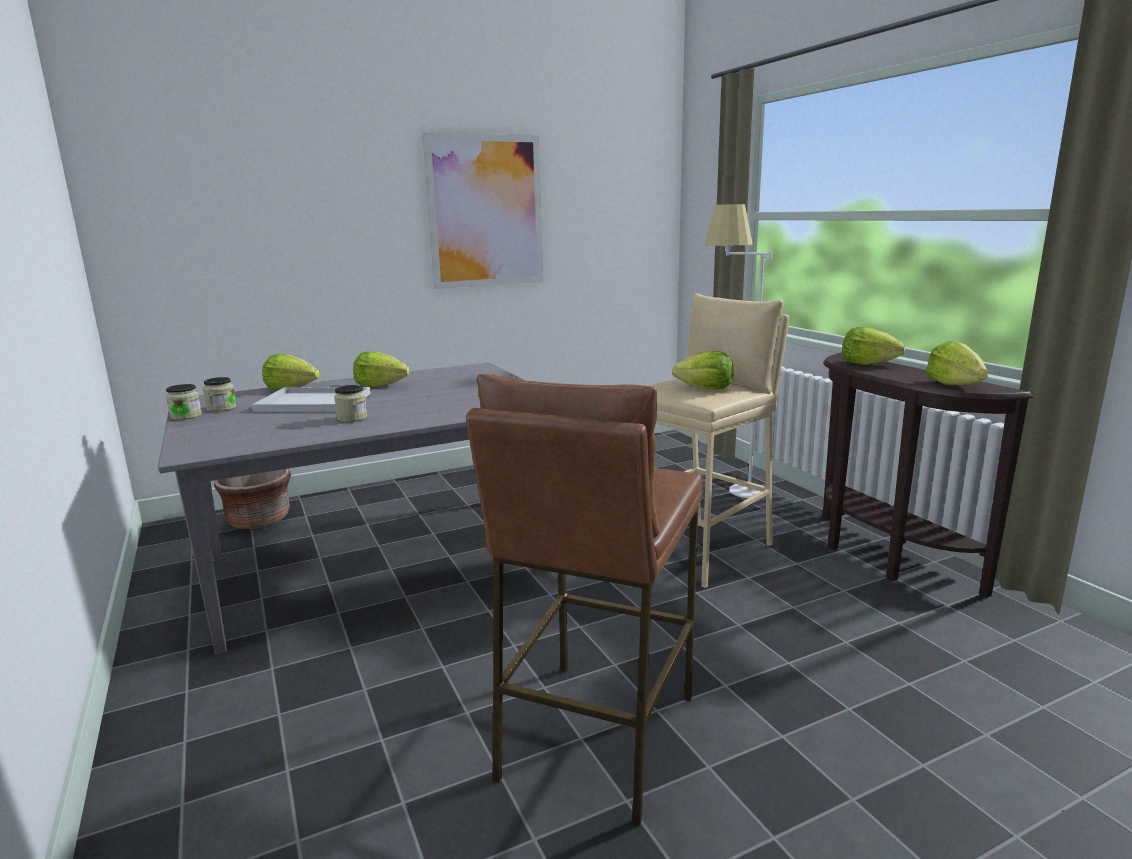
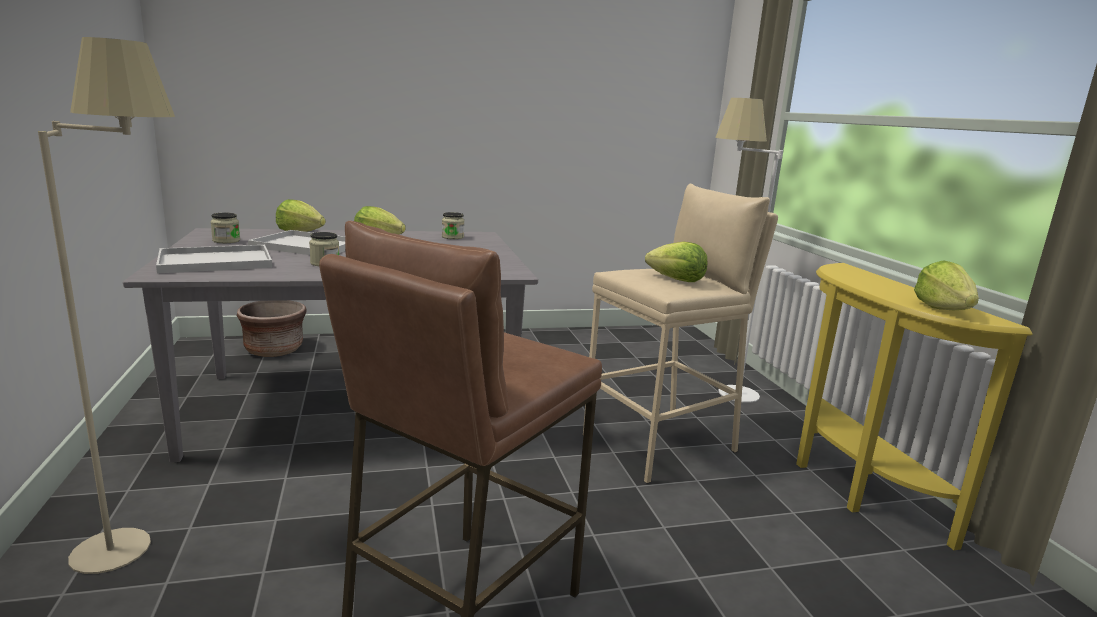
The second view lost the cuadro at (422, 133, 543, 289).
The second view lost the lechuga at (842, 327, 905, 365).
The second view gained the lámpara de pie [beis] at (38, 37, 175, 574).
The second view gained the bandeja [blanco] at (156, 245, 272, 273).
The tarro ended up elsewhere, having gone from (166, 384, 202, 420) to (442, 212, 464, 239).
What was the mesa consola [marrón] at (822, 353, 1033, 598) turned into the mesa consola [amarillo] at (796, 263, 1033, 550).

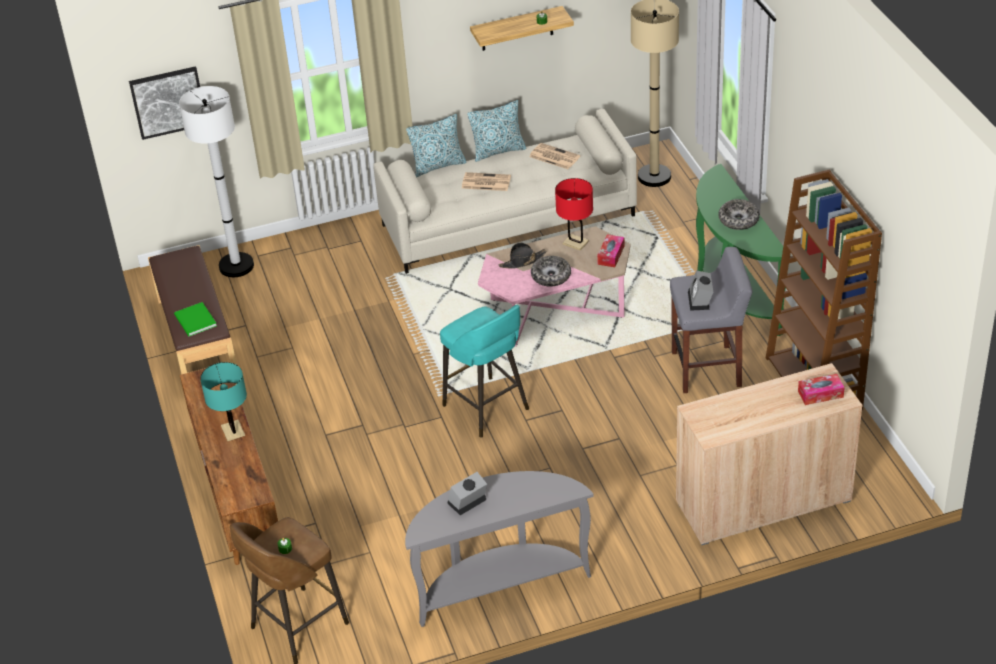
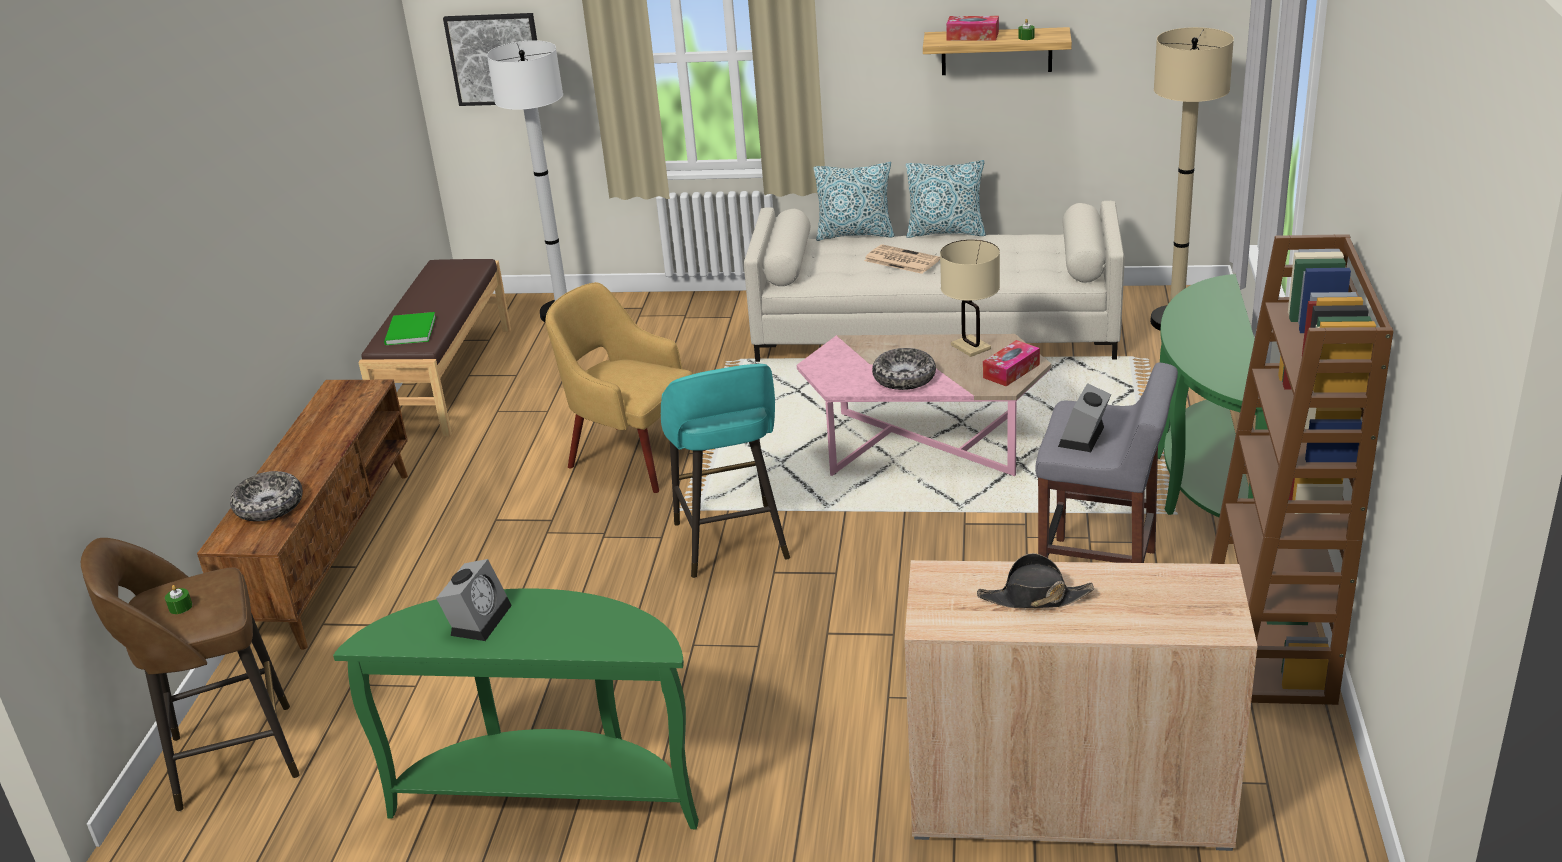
The second view lost the lámpara de mesa [turquesa] at (200, 362, 247, 441).
The second view lost the periódico at (529, 143, 580, 169).
The second view gained the sillón [amarillo] at (545, 282, 705, 493).
The sombrero [negro] ended up elsewhere, having gone from (499, 243, 546, 268) to (977, 553, 1094, 608).
The cuenco ended up elsewhere, having gone from (718, 199, 760, 230) to (230, 471, 303, 521).
The caja de pañuelos ended up elsewhere, having gone from (798, 374, 845, 405) to (946, 16, 999, 41).
What was the mesa consola [gris] at (405, 471, 593, 627) turned into the mesa consola [verde] at (333, 588, 699, 829).
What was the lámpara de mesa [rojo] at (555, 178, 593, 251) turned into the lámpara de mesa [beis] at (940, 240, 1000, 357).
The despertador at (448, 472, 487, 515) ended up facing another way, 120 degrees clockwise from before.

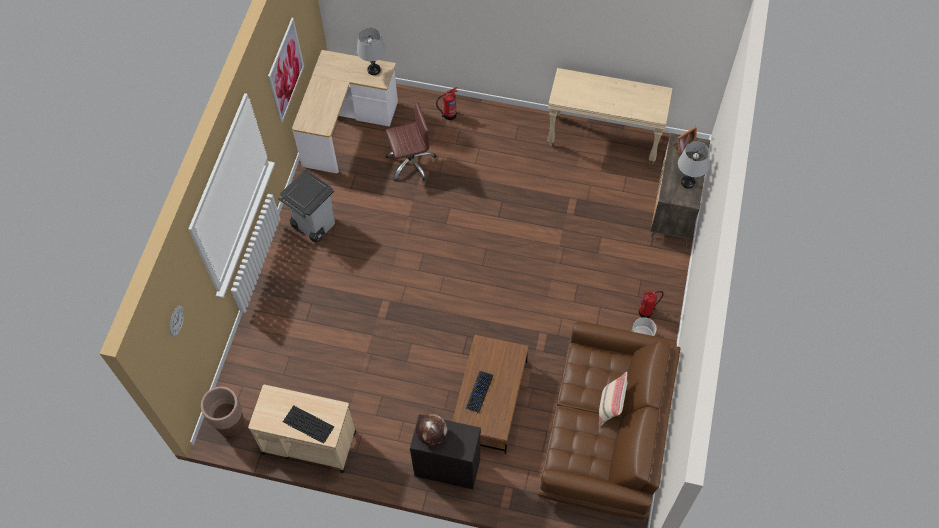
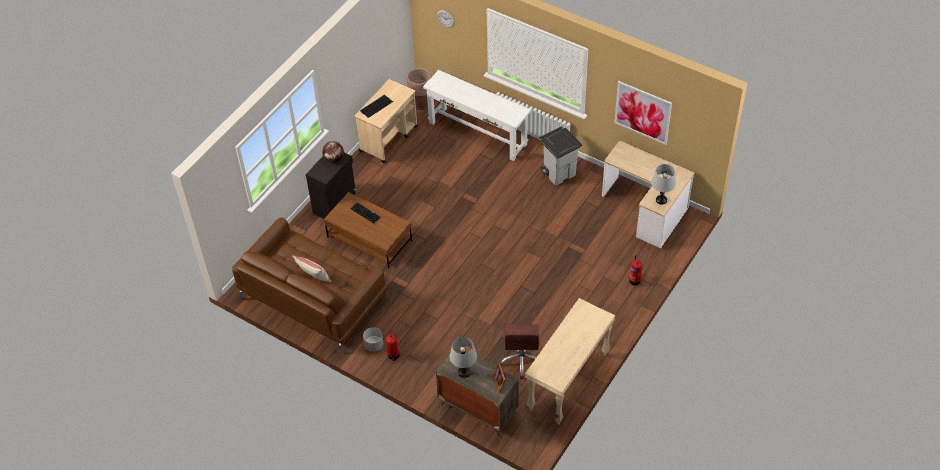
The second view gained the mesa consola [blanco] at (423, 70, 531, 161).
The silla de oficina [marrón] ended up elsewhere, having gone from (385, 102, 436, 181) to (500, 324, 540, 379).

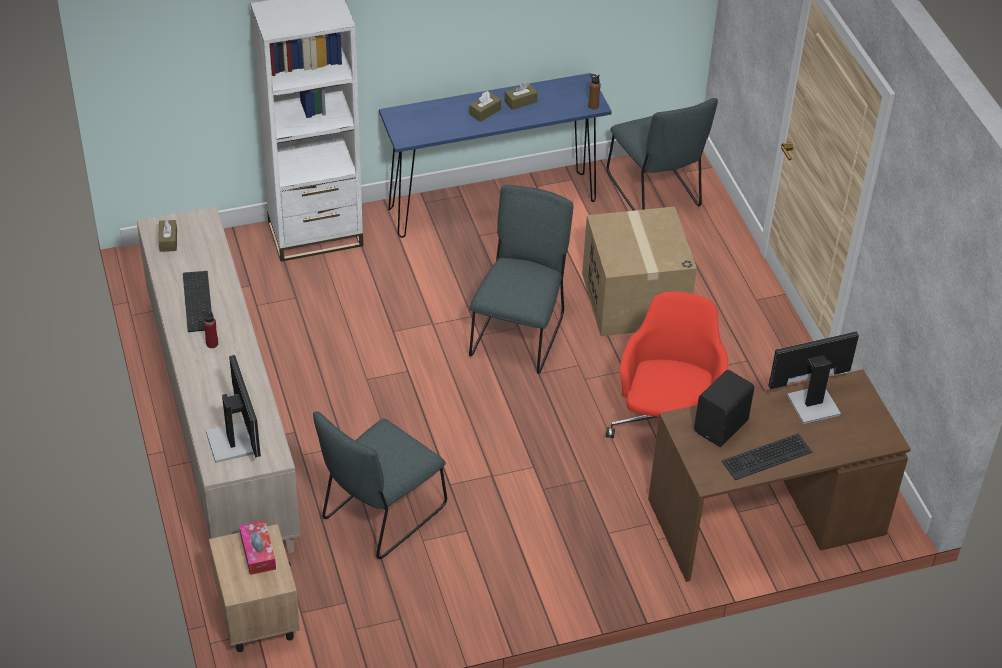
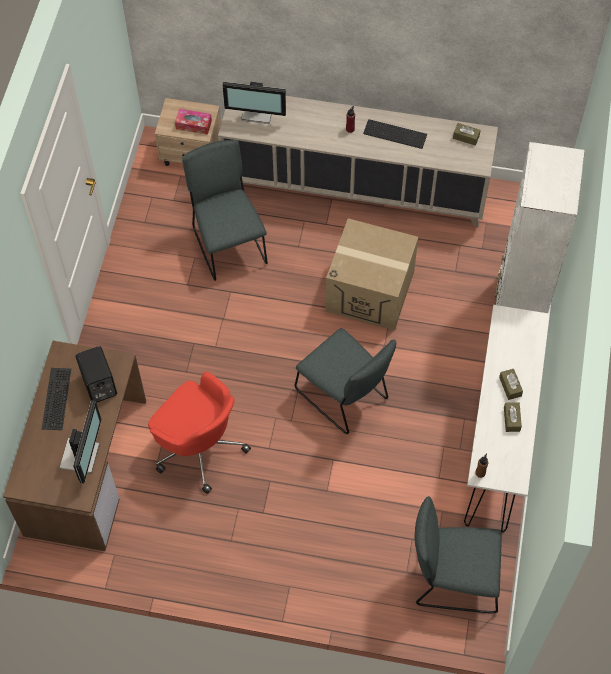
The caja de cartón ended up elsewhere, having gone from (582, 207, 697, 336) to (326, 218, 418, 331).
What was the mesa consola [azul] at (379, 73, 612, 238) turned into the mesa consola [blanco] at (464, 305, 550, 532).

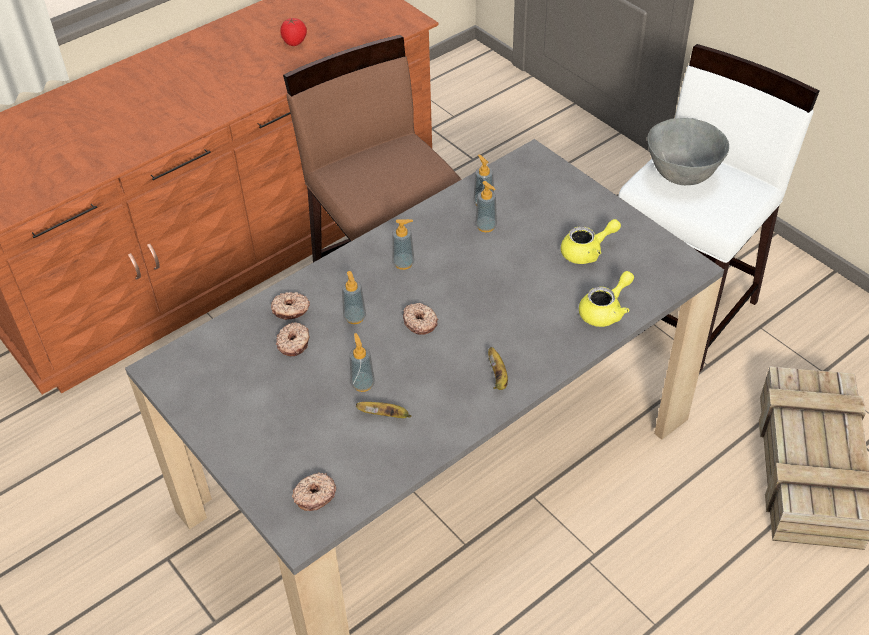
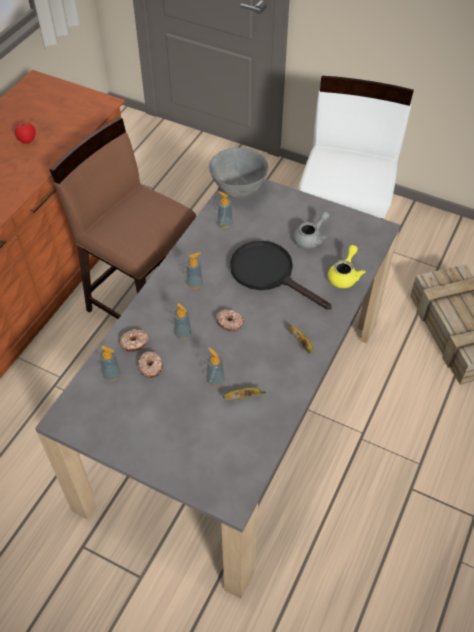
The second view lost the rosquilla at (292, 472, 336, 511).
The second view gained the sartén [negro] at (230, 241, 332, 310).
The dispensador de jabón ended up elsewhere, having gone from (475, 181, 497, 232) to (100, 346, 120, 381).
The cuenco [gris] ended up elsewhere, having gone from (647, 118, 729, 185) to (209, 147, 268, 198).
What was the tetera [amarillo] at (561, 219, 621, 264) turned into the tetera [gris] at (293, 211, 330, 249).

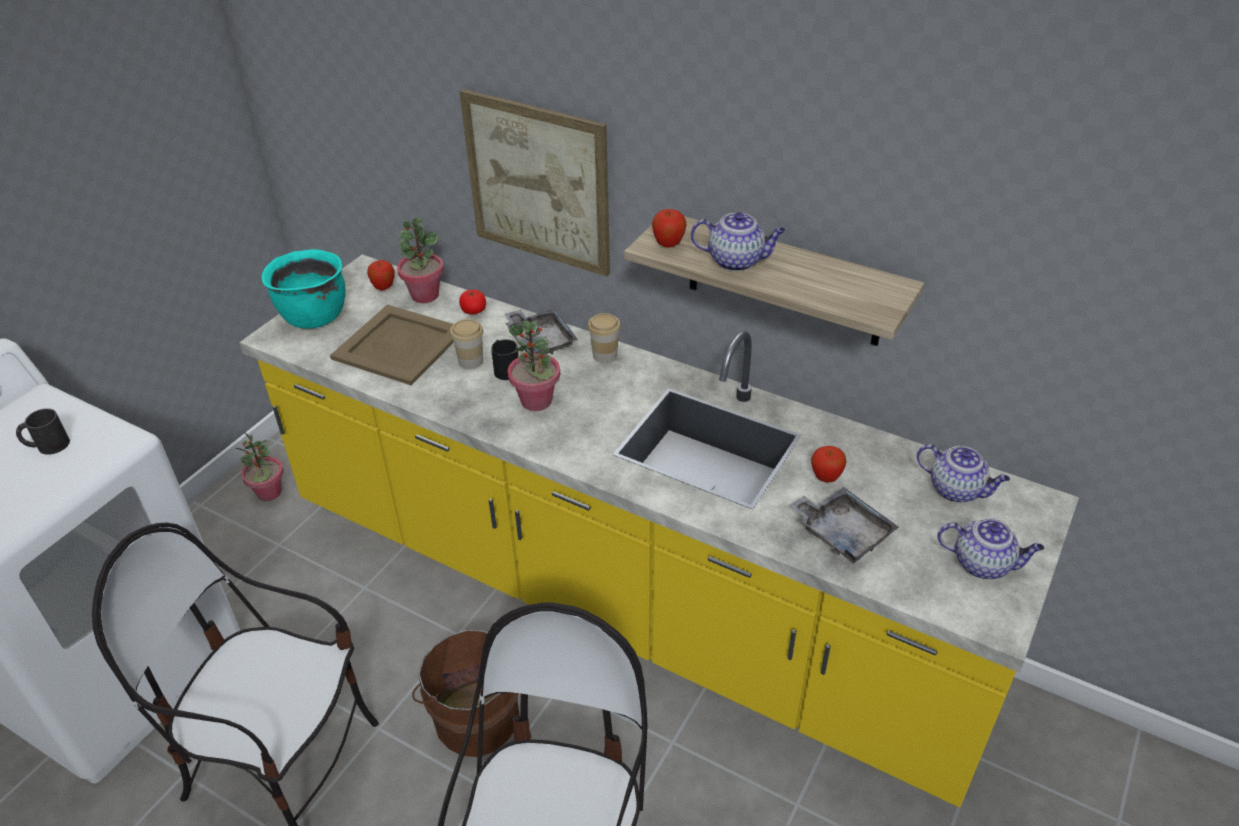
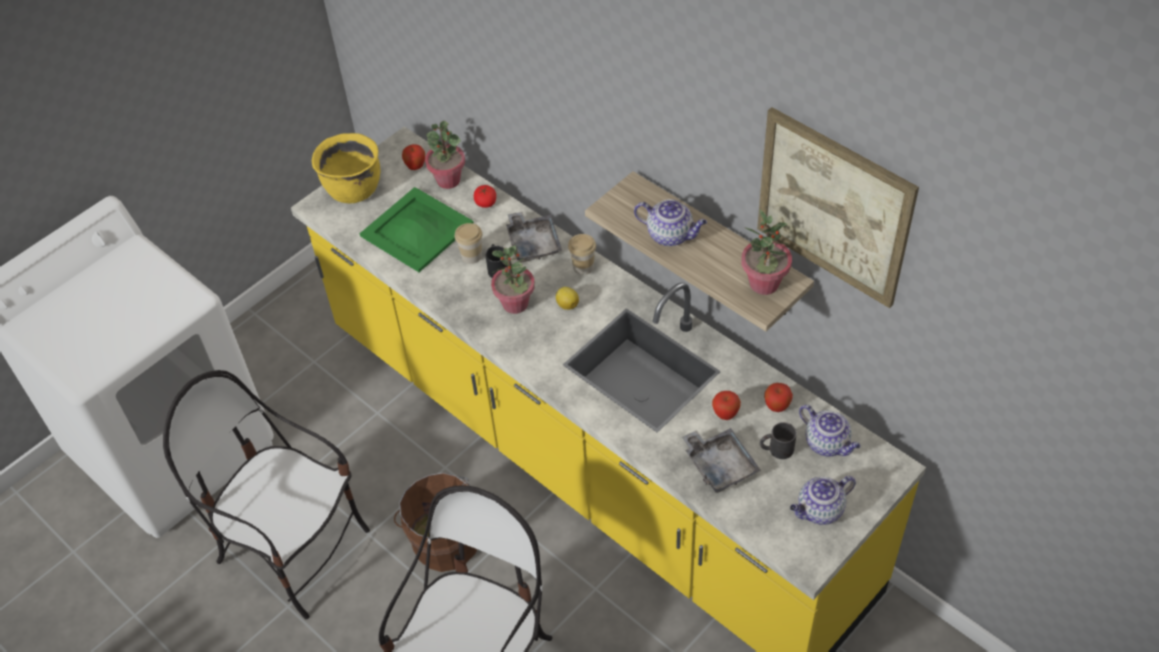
The second view gained the limón at (556, 287, 579, 310).
The taza grande [negro] ended up elsewhere, having gone from (16, 408, 70, 455) to (760, 422, 797, 459).
The planta en maceta ended up elsewhere, having gone from (236, 432, 284, 501) to (742, 210, 792, 295).
The cuadro ended up elsewhere, having gone from (460, 89, 610, 276) to (757, 107, 919, 308).
The manzana ended up elsewhere, having gone from (652, 209, 687, 248) to (764, 383, 793, 412).
What was the olla [turquesa] at (262, 249, 346, 329) turned into the olla [amarillo] at (312, 133, 380, 203).
What was the bandeja [beis] at (330, 304, 454, 385) turned into the bandeja [verde] at (360, 187, 474, 272).
The tetera at (937, 518, 1044, 579) ended up facing another way, 120 degrees clockwise from before.

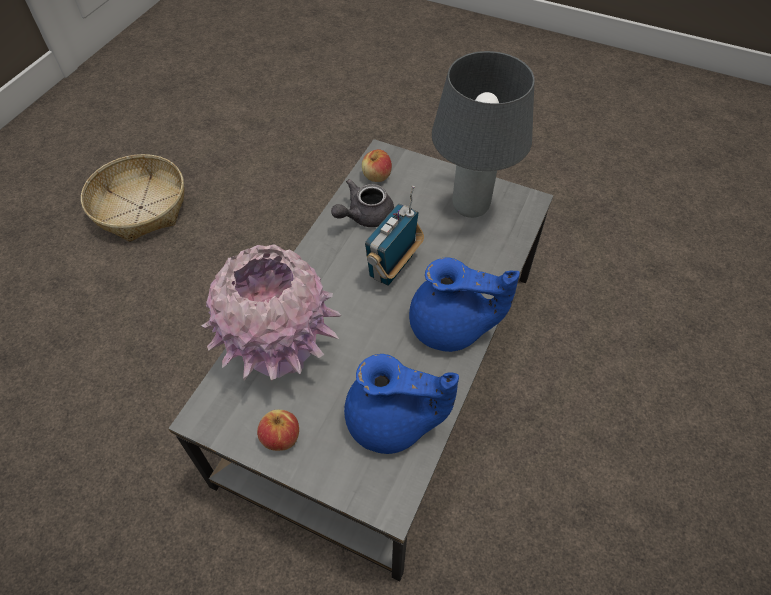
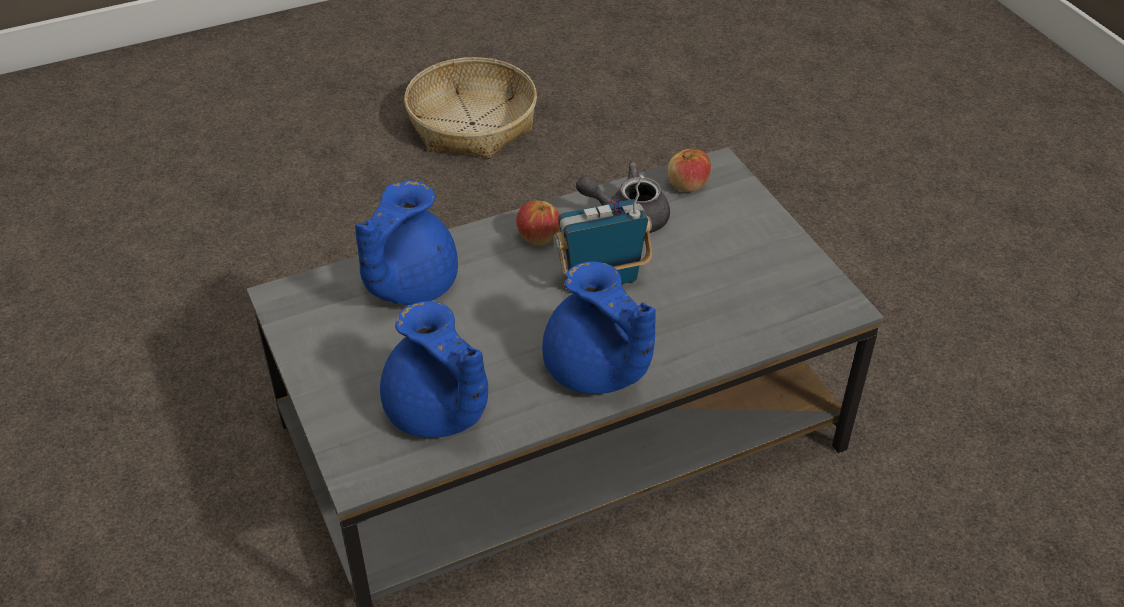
The second view lost the lámpara de mesa [gris] at (432, 51, 535, 218).
The manzana ended up elsewhere, having gone from (257, 410, 299, 451) to (516, 201, 560, 246).
Where the florero [rosa] stood at (202, 244, 341, 381), the tetera [azul] came to stand at (355, 180, 458, 305).

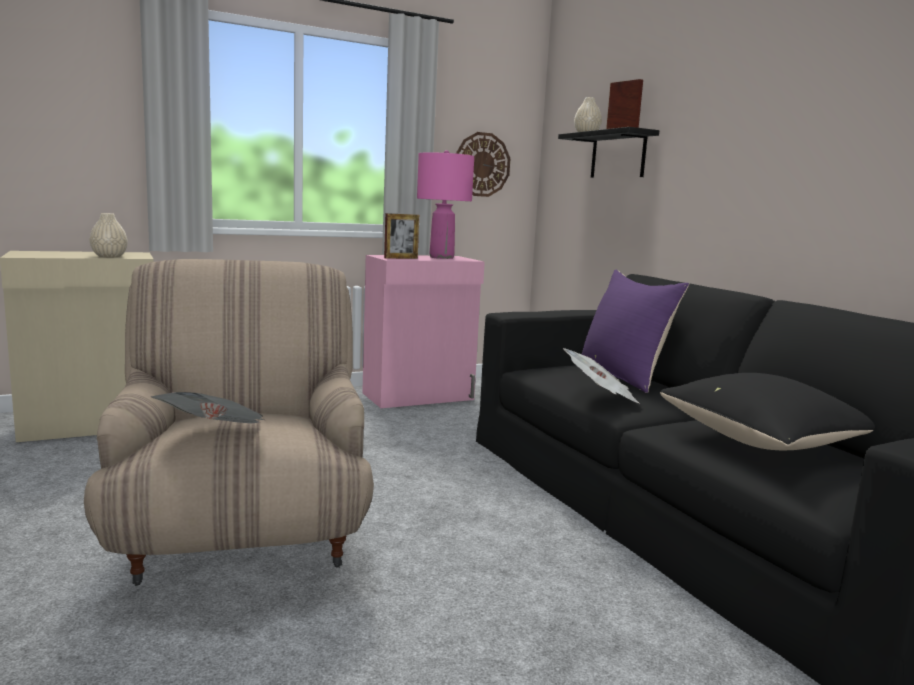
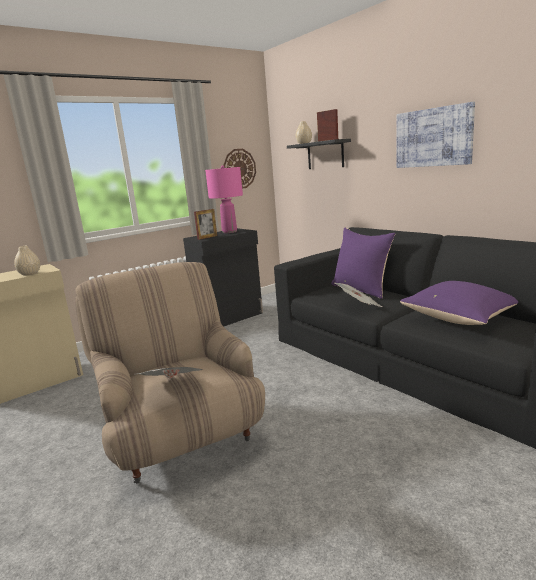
The second view gained the cuadro at (396, 102, 475, 168).
What was the armario [rosa] at (362, 255, 485, 408) turned into the armario [negro] at (183, 228, 263, 327).
What was the cojín [negro] at (660, 373, 875, 450) turned into the cojín [morado] at (400, 281, 518, 325).

